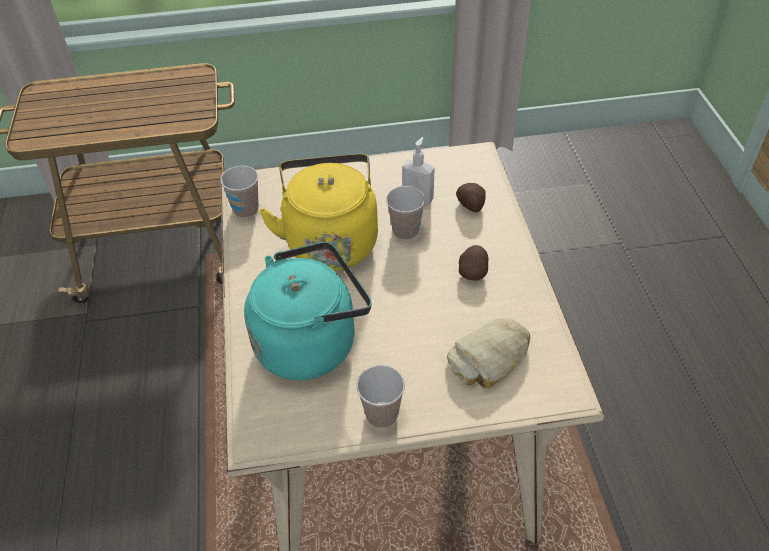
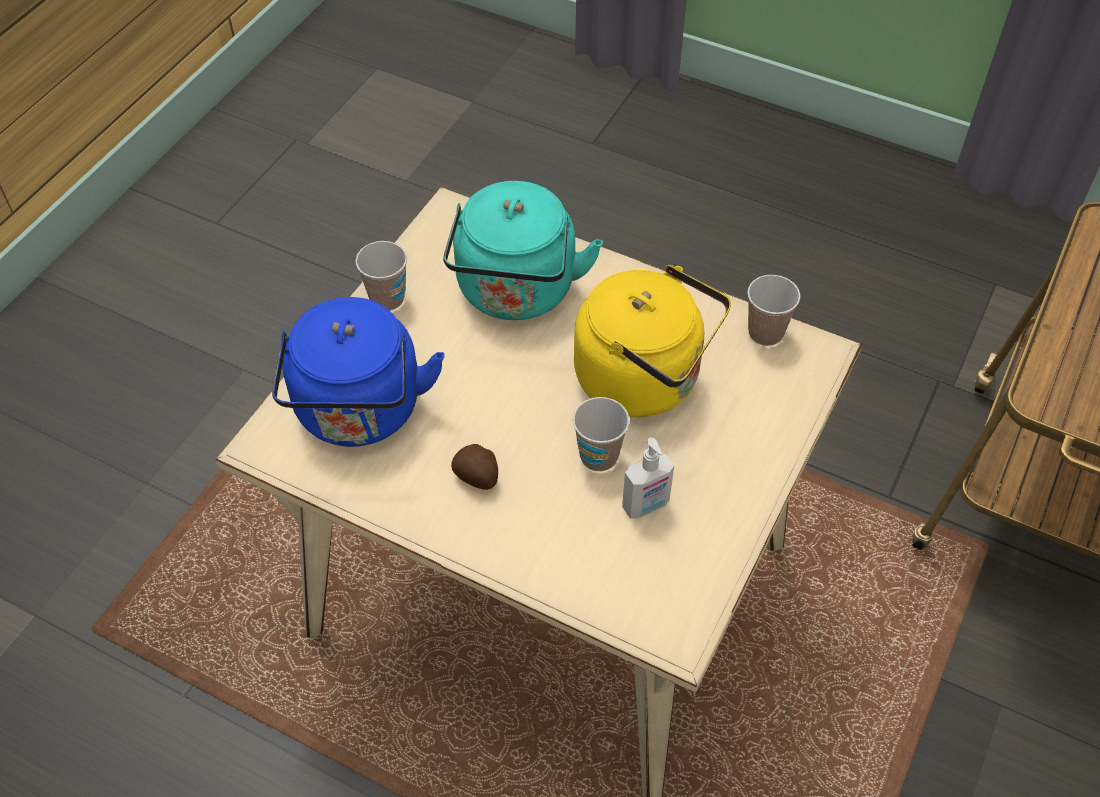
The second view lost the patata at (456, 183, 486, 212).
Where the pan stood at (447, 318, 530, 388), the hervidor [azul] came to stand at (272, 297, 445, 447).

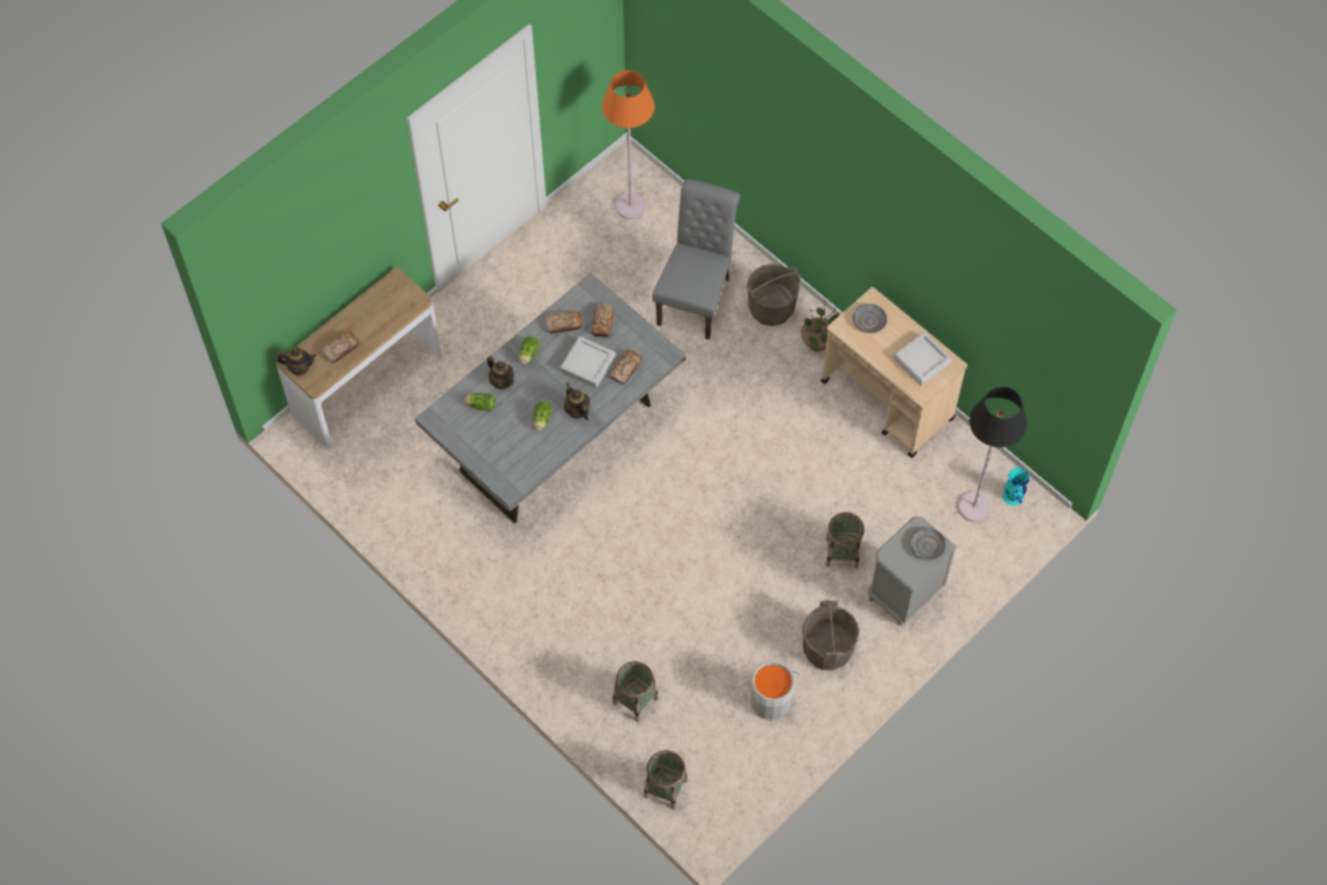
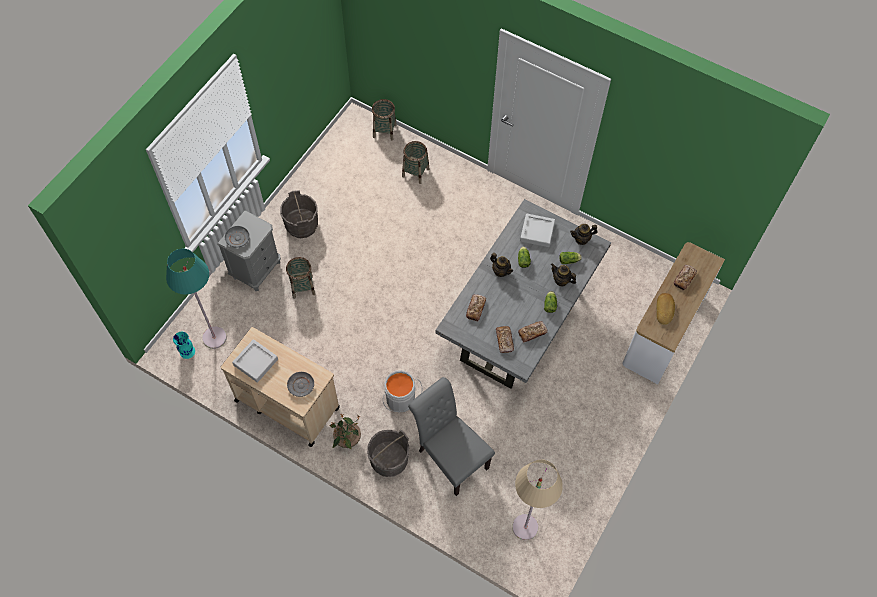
The second view gained the pan at (656, 293, 675, 325).
The tetera ended up elsewhere, having gone from (277, 347, 316, 375) to (570, 224, 598, 245).
The bandeja [gris] ended up elsewhere, having gone from (560, 336, 616, 388) to (520, 213, 555, 247).
The cubo [gris] ended up elsewhere, having gone from (741, 661, 800, 720) to (383, 370, 422, 412).
What was the lámpara de pie [naranja] at (602, 70, 655, 219) turned into the lámpara de pie [beis] at (512, 459, 563, 540).
What was the lámpara de pie [negro] at (958, 387, 1027, 522) turned into the lámpara de pie [turquesa] at (166, 249, 227, 349).
The silla [gris] at (653, 179, 740, 340) ended up facing another way, 135 degrees clockwise from before.

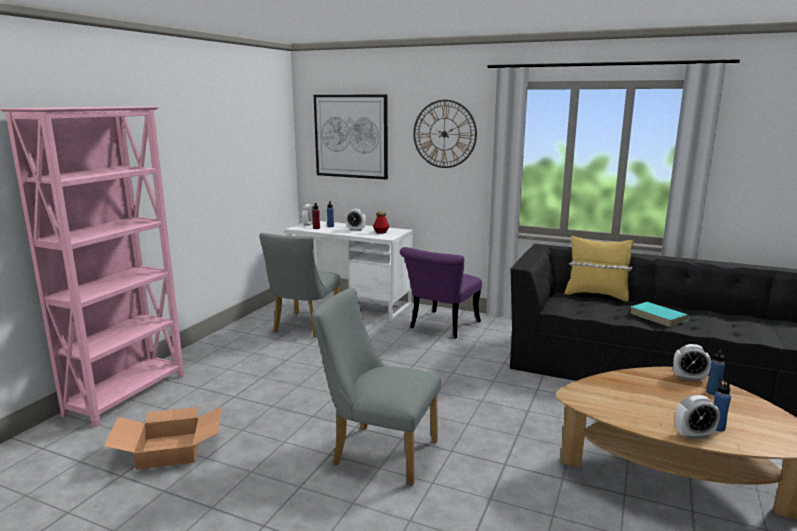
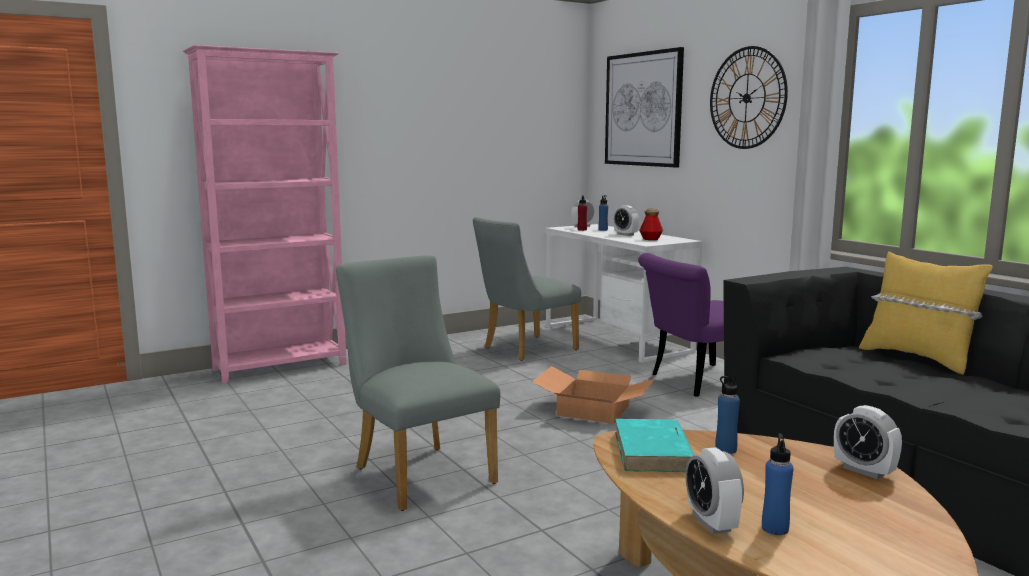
The caja de cartón ended up elsewhere, having gone from (104, 406, 222, 470) to (532, 366, 656, 424).
The libro [turquesa] ended up elsewhere, having gone from (630, 302, 689, 327) to (615, 419, 694, 472).
The botella [azul] ended up elsewhere, having gone from (706, 349, 725, 395) to (715, 375, 740, 454).
The despertador at (675, 395, 720, 439) ended up facing another way, 45 degrees clockwise from before.

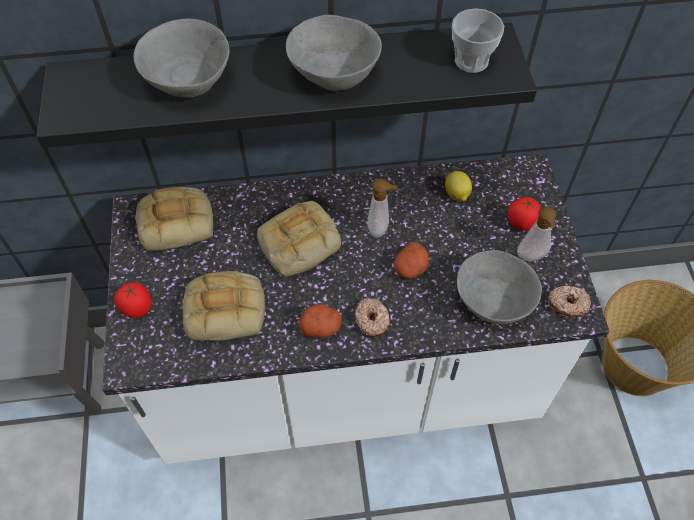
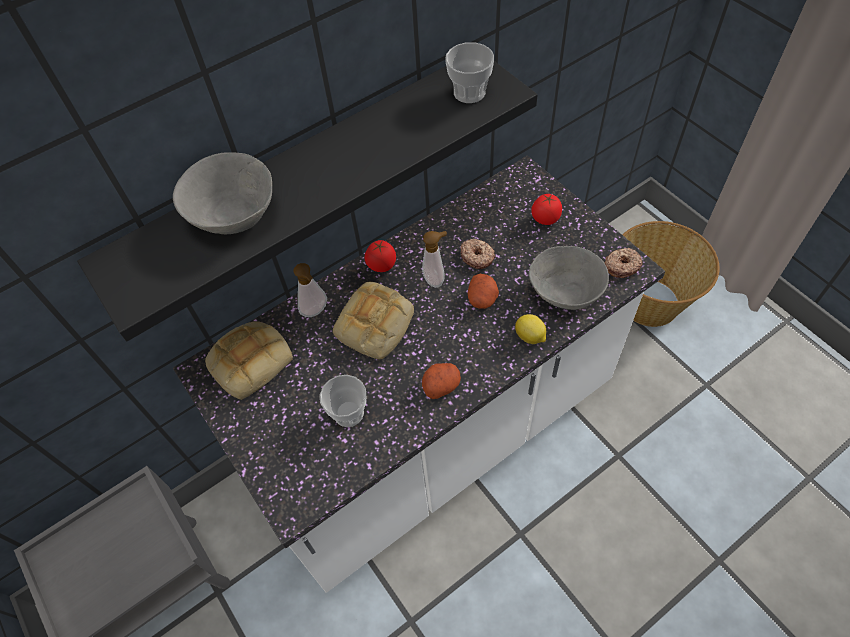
The second view lost the cuenco [gris] at (286, 15, 382, 91).
The tomate ended up elsewhere, having gone from (114, 283, 151, 318) to (365, 240, 396, 272).
The rosquilla ended up elsewhere, having gone from (355, 298, 390, 337) to (460, 239, 495, 269).
The limón ended up elsewhere, having gone from (445, 171, 472, 201) to (515, 314, 546, 344).
The dispensador de jabón ended up elsewhere, having gone from (517, 207, 556, 261) to (293, 263, 327, 317).
Where the pan stood at (182, 271, 265, 341), the taza came to stand at (320, 375, 366, 427).

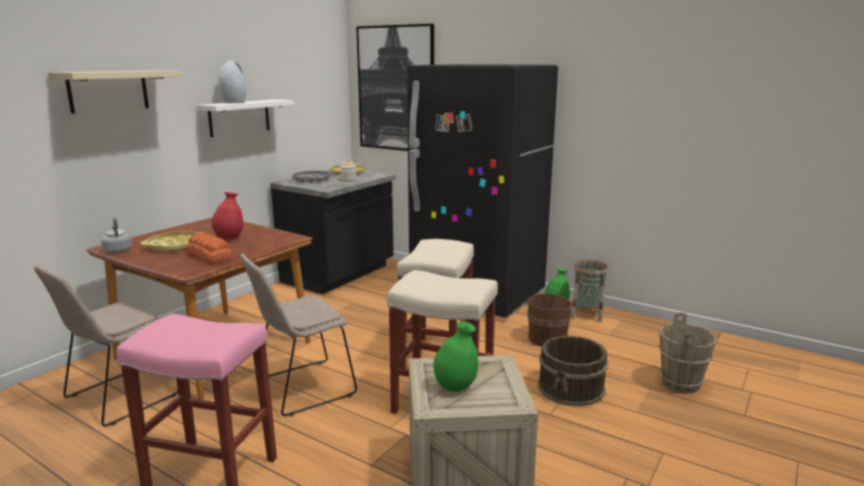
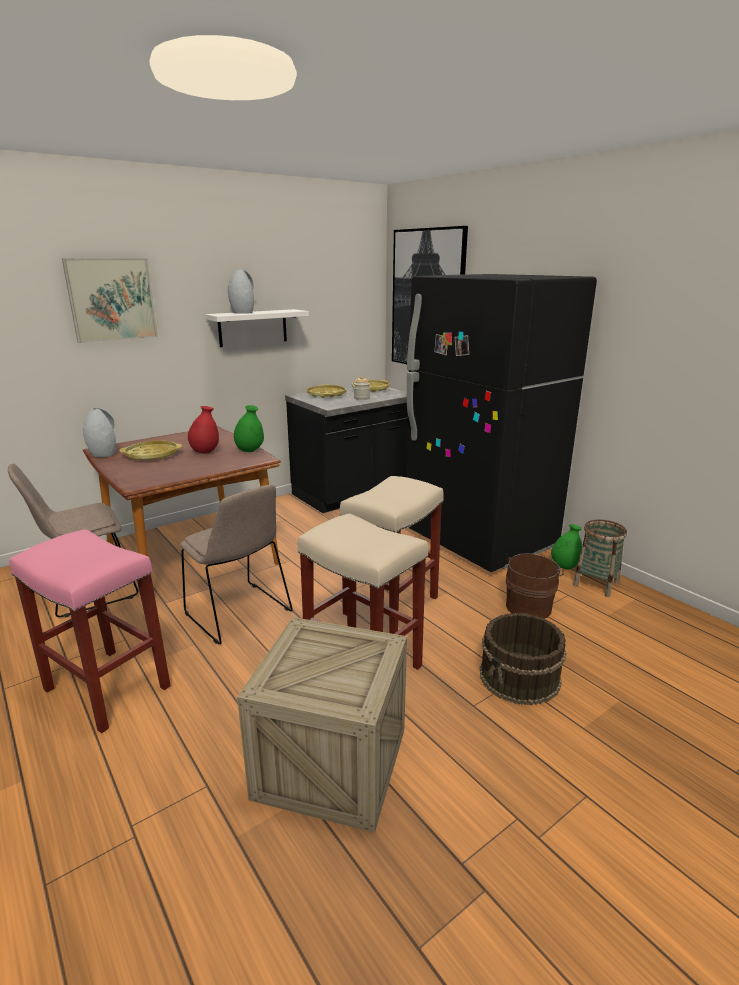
The second view lost the pan at (186, 233, 233, 264).
The second view lost the cubo [marrón] at (658, 312, 716, 393).
The florero [verde] ended up elsewhere, having gone from (433, 322, 478, 392) to (234, 405, 264, 452).
Where the estante [beis] hung at (48, 70, 181, 114), the cuadro came to hang at (62, 258, 158, 343).
Where the hervidor [gris] stood at (101, 218, 132, 253), the florero [gris] came to stand at (83, 408, 116, 457).
What was the bandeja [gris] at (292, 171, 331, 182) turned into the bandeja [amarillo] at (307, 384, 346, 398).
The silla [beis] at (240, 253, 357, 416) ended up facing another way, 120 degrees counterclockwise from before.

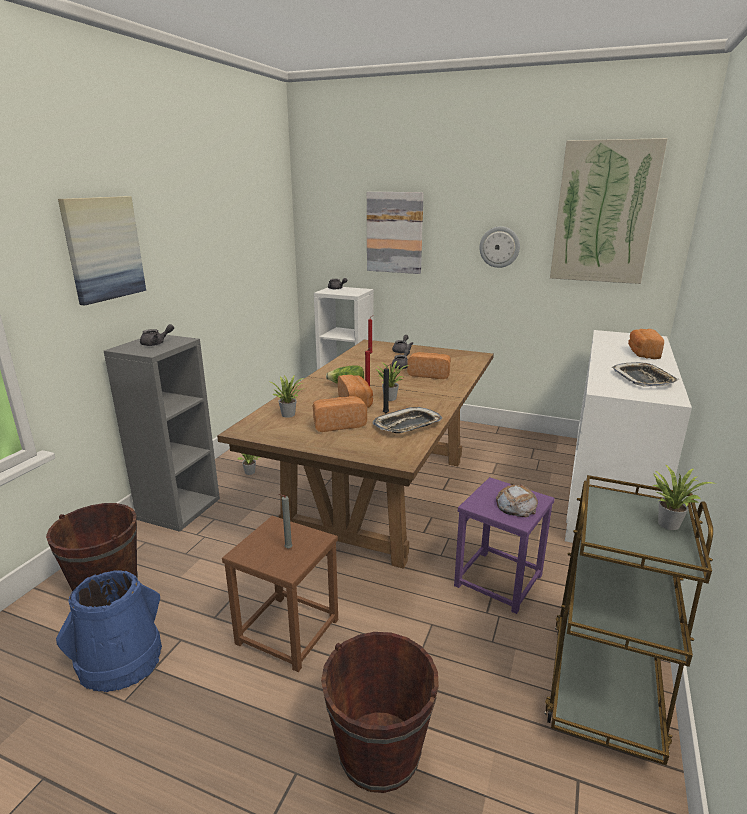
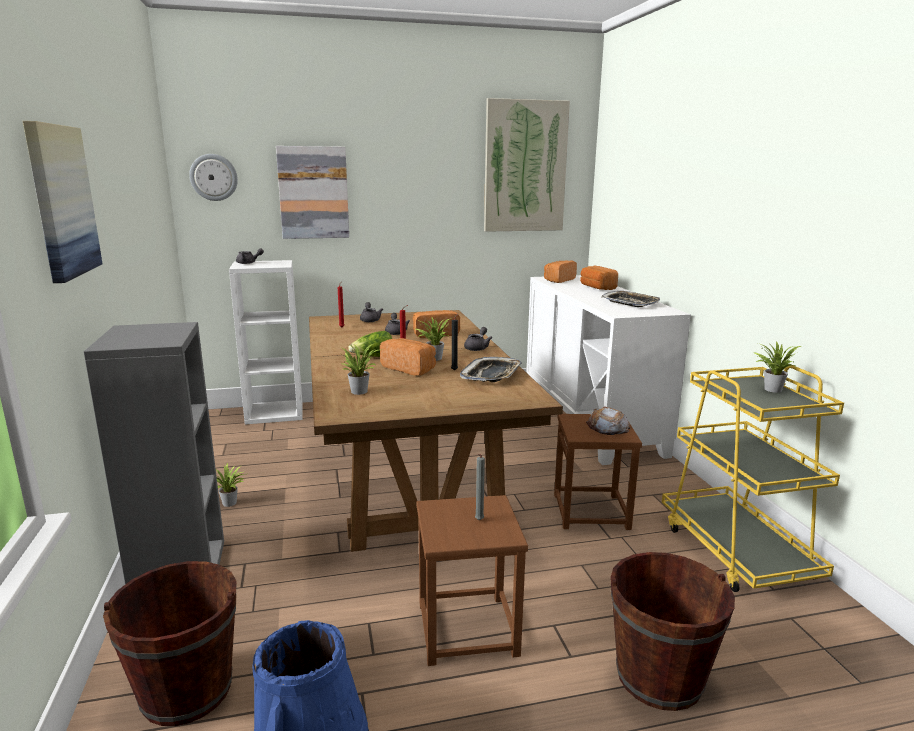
The tetera [gris] ended up elsewhere, having gone from (140, 324, 174, 346) to (464, 327, 492, 351).
The pan ended up elsewhere, having gone from (312, 396, 367, 432) to (544, 260, 577, 283).
The reloj de pared ended up elsewhere, having gone from (479, 226, 520, 268) to (189, 154, 238, 201).
What was the taburete [morado] at (454, 477, 555, 614) turned into the taburete [marrón] at (554, 414, 642, 530).
What was the carrito [marrón] at (545, 475, 713, 765) turned into the carrito [amarillo] at (662, 365, 844, 592).

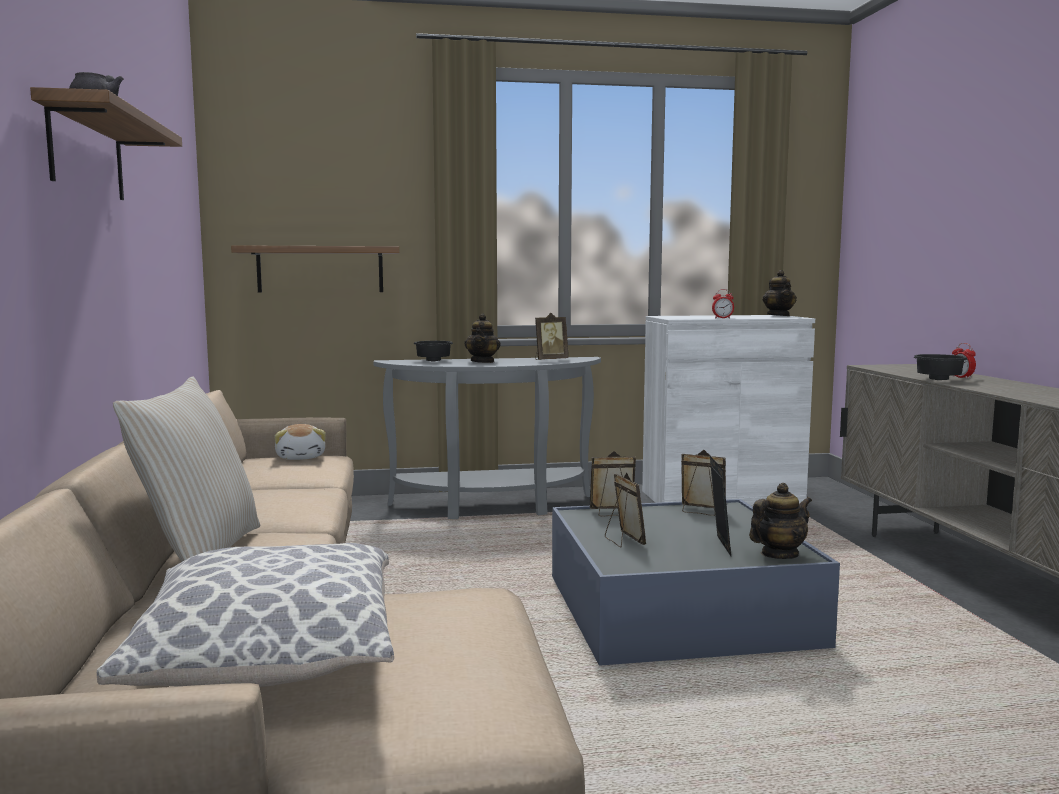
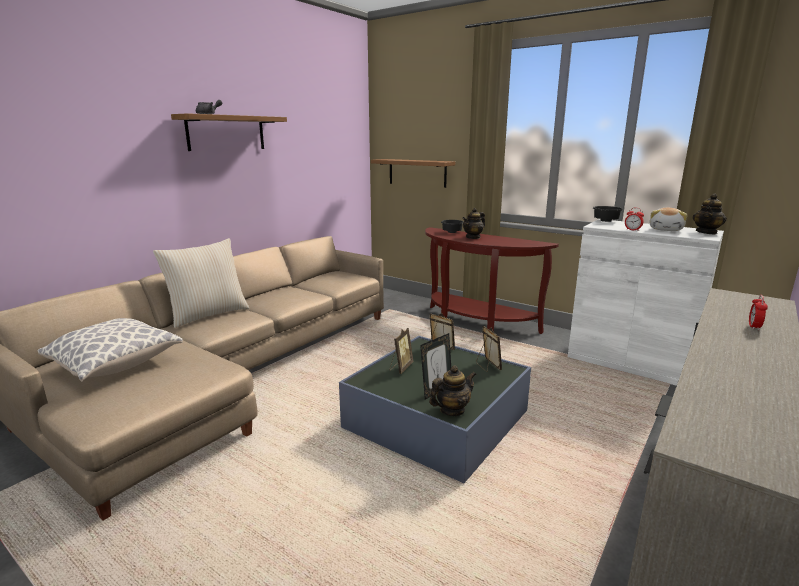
The second view lost the portarretratos at (535, 313, 569, 360).
The peluche ended up elsewhere, having gone from (274, 424, 326, 460) to (650, 208, 688, 231).
The cuenco [negro] ended up elsewhere, having gone from (914, 354, 967, 380) to (593, 206, 623, 222).
What was the mesa consola [gris] at (374, 357, 601, 519) turned into the mesa consola [marrón] at (425, 227, 559, 334).
The tetera at (749, 483, 812, 559) ended up facing another way, 45 degrees counterclockwise from before.

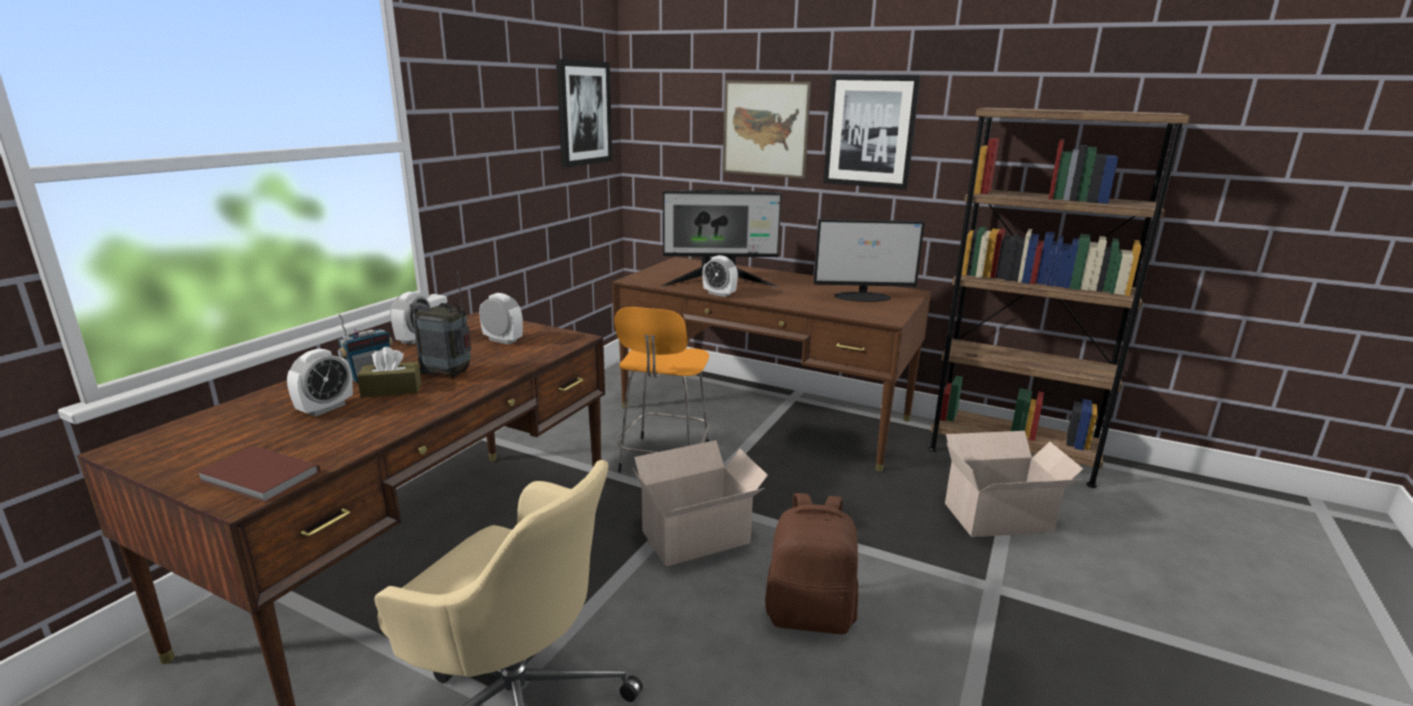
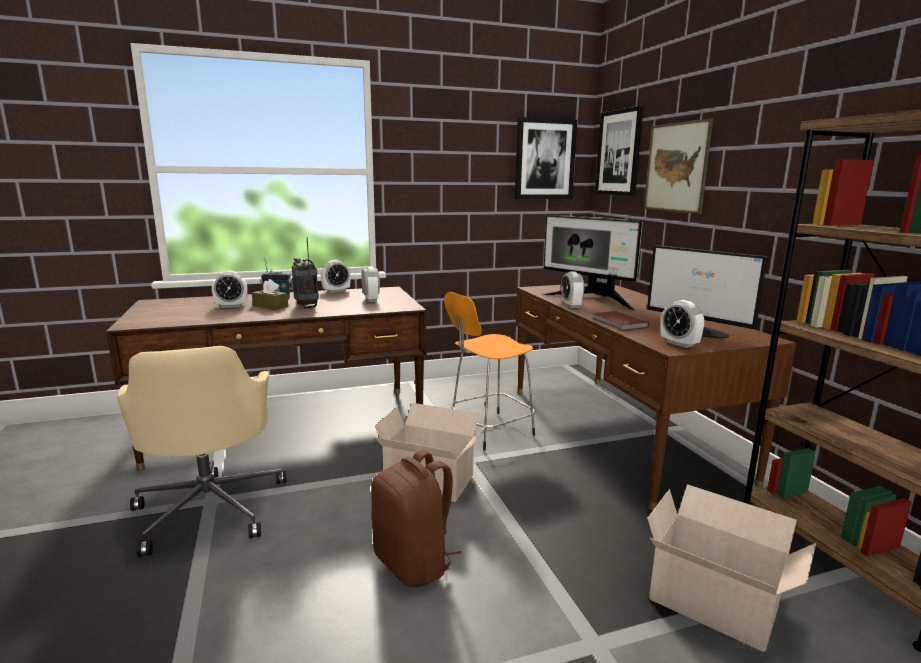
The second view gained the despertador at (661, 300, 704, 348).
The libro [marrón] ended up elsewhere, having gone from (196, 446, 320, 503) to (592, 311, 649, 331).
The cuadro ended up elsewhere, having gone from (823, 74, 921, 189) to (595, 106, 644, 196).

